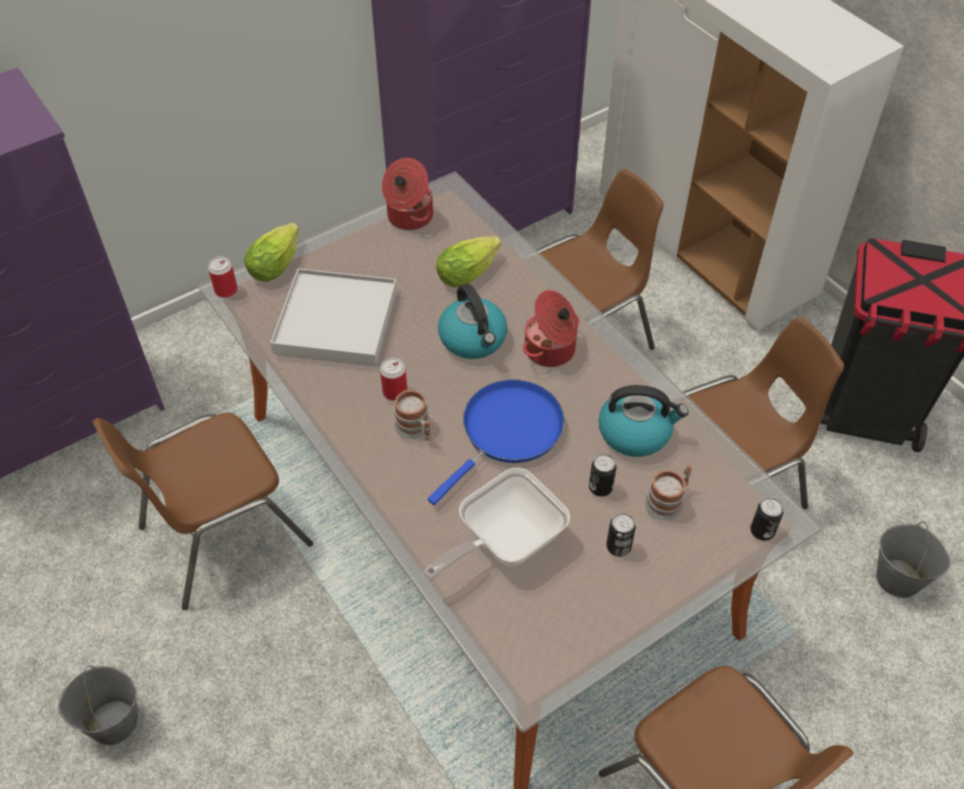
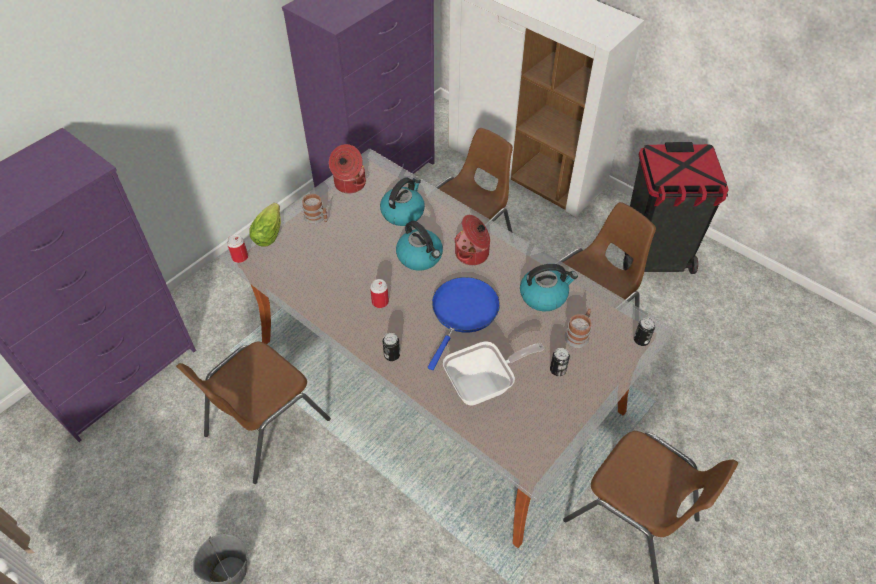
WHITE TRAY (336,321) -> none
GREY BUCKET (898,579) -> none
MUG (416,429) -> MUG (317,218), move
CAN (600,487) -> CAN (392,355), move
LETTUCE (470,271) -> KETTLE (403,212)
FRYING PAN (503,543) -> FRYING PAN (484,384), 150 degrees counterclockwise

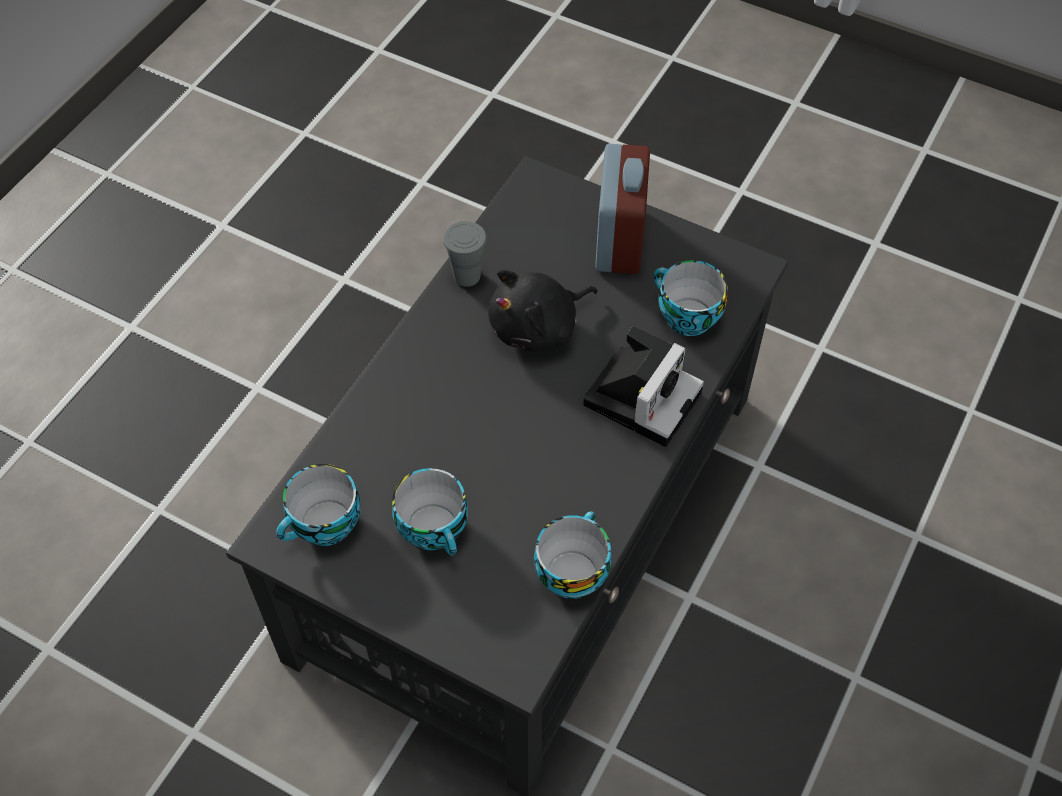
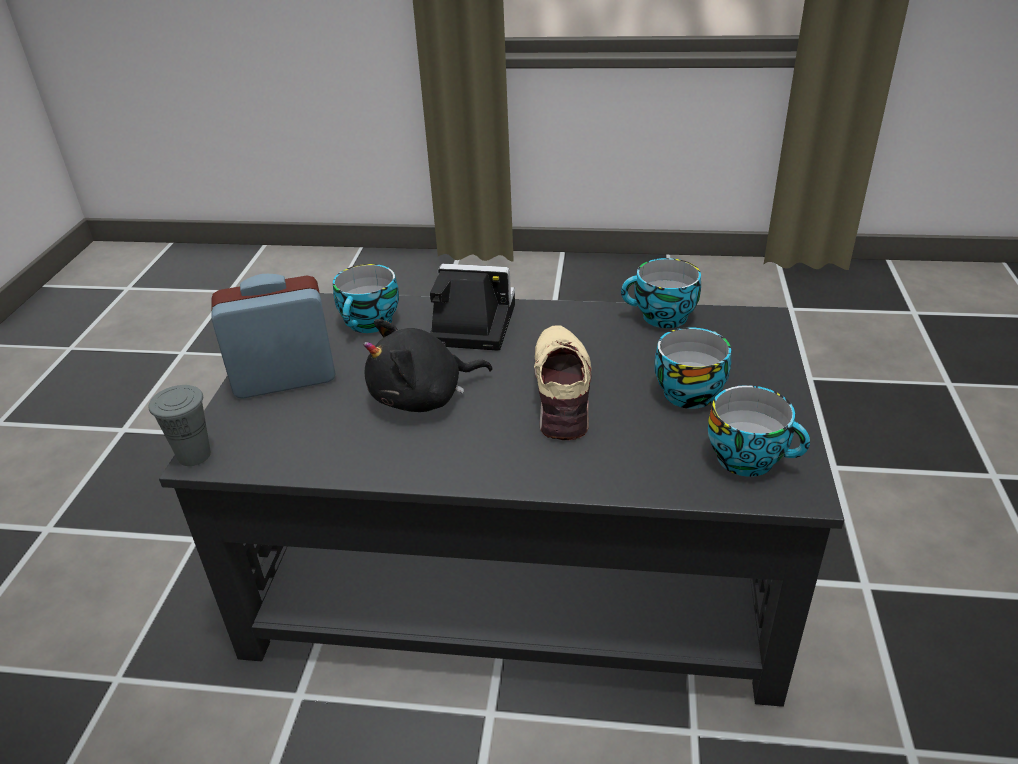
none -> BEIGE SHOE (563,392)
GREY CUP (467,276) -> GREY CUP (194,455), move
BLACK PLUSH TOY (538,327) -> BLACK PLUSH TOY (423,397), 120 degrees clockwise

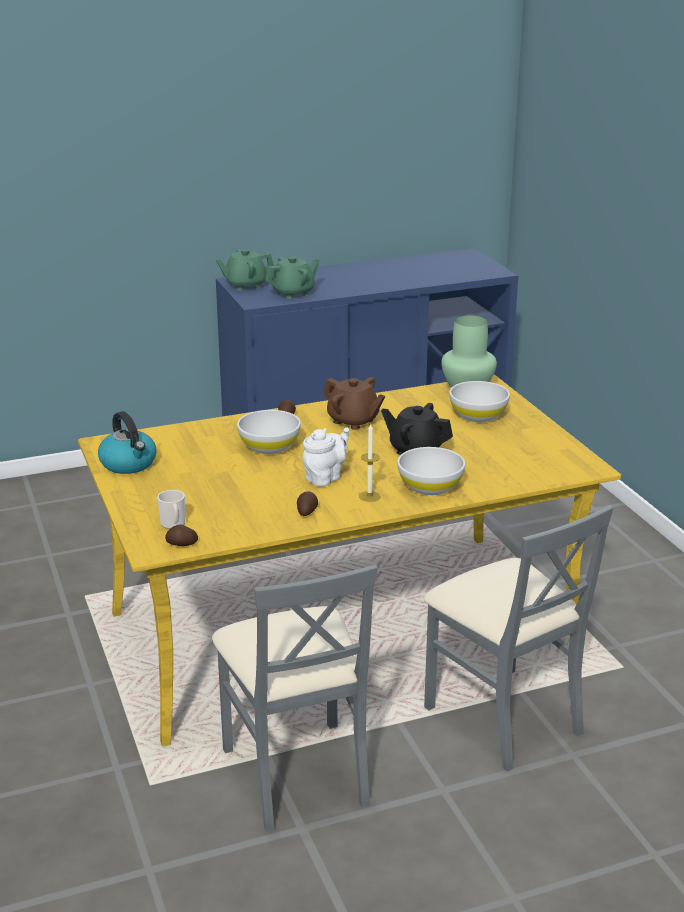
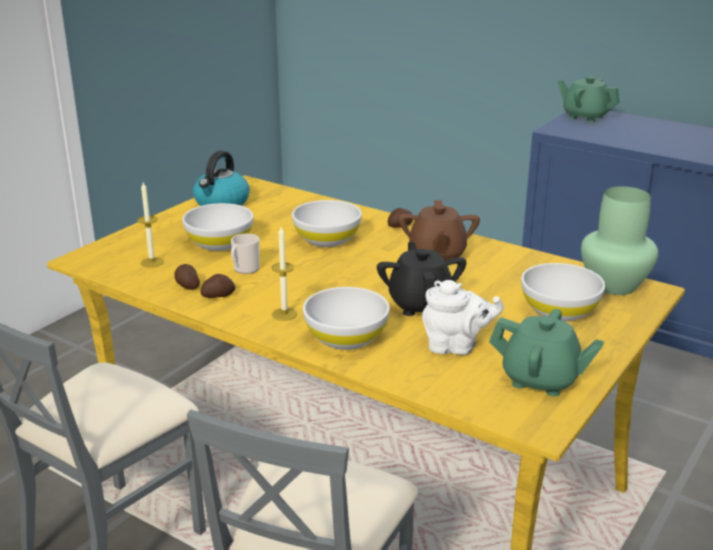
none -> CANDLE (152,262)
none -> WHITE BOWL (219,243)
MUG (173,525) -> MUG (244,269), move
POTATO (182,544) -> POTATO (187,286), move
GREEN TEAPOT (293,293) -> GREEN TEAPOT (541,380), move
WHITE TEAPOT (325,477) -> WHITE TEAPOT (456,347), move

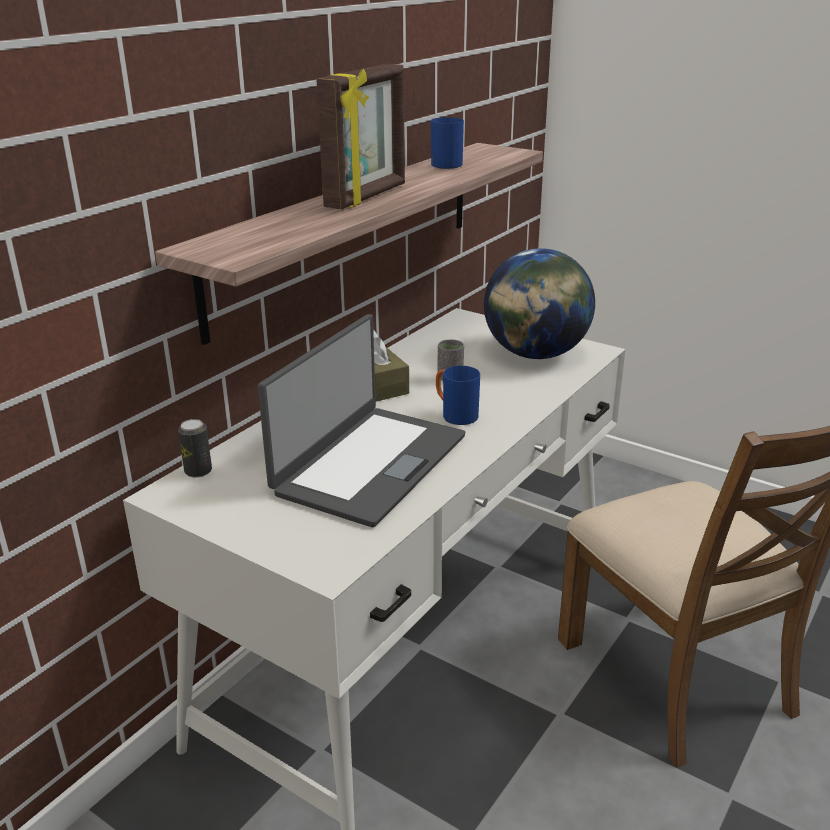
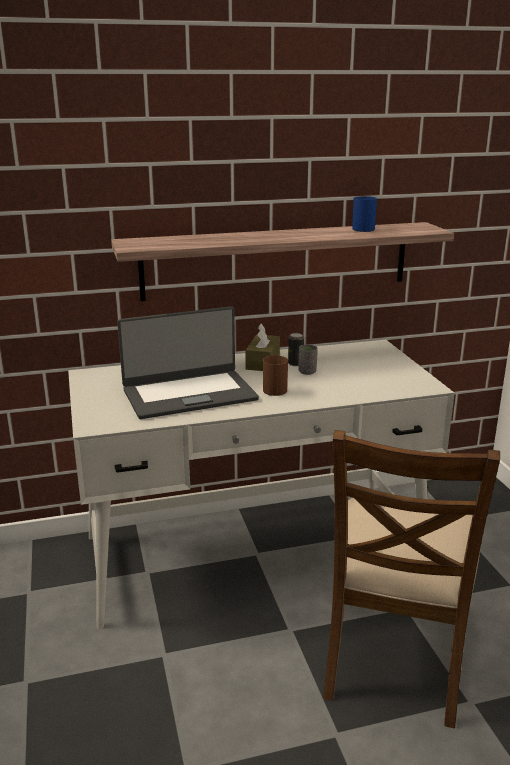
PICTURE FRAME (367,196) -> none
GLOBE (535,354) -> none
CAN (198,471) -> CAN (295,364), move
BLUE MUG (454,415) -> BROWN MUG (274,389)

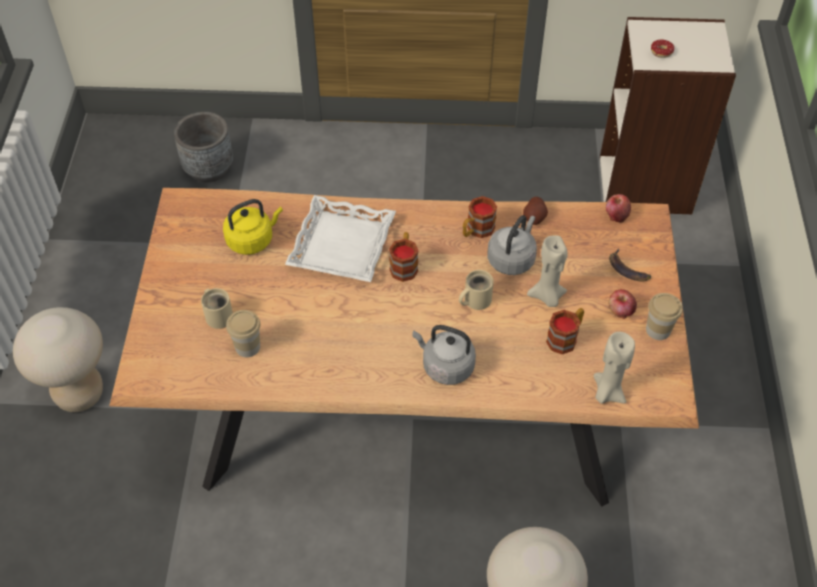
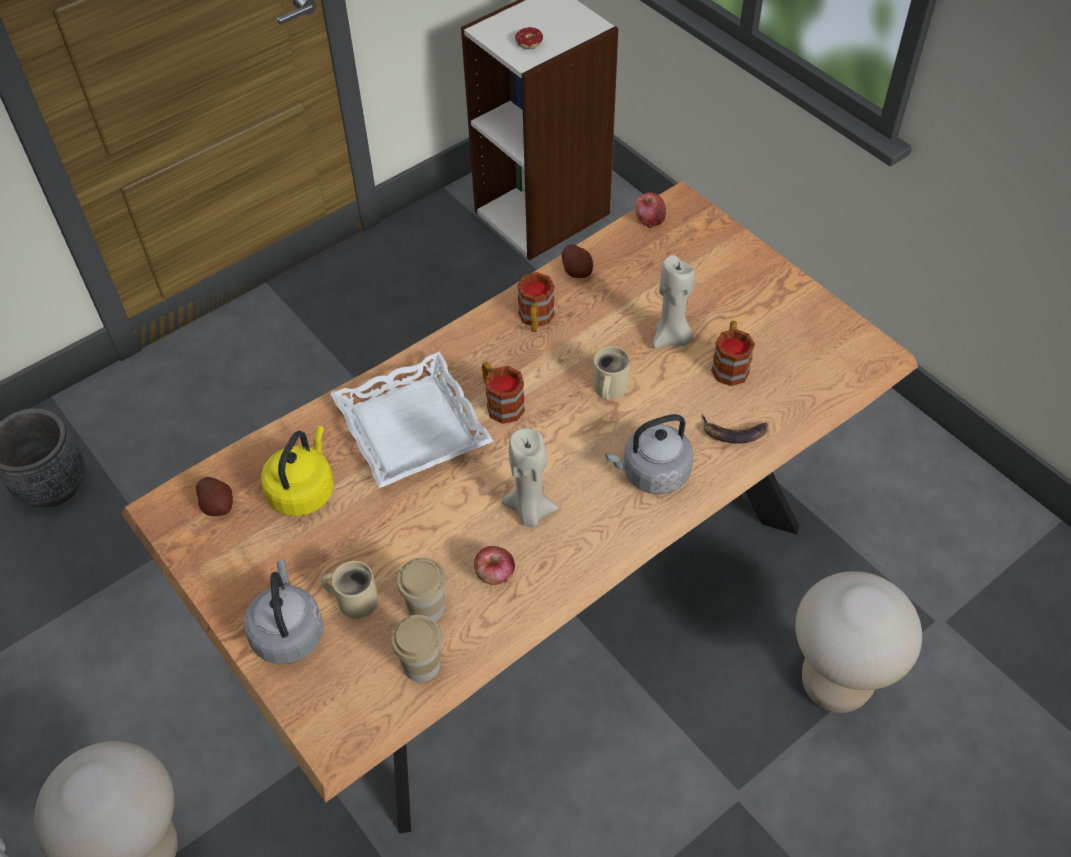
none -> POTATO (217,505)
GREY KETTLE (512,259) -> GREY KETTLE (288,632), move
BEIGE CANDLE (607,392) -> BEIGE CANDLE (529,511), move
APPLE (620,311) -> APPLE (495,574), move
BANANA (627,269) -> BANANA (734,432), move
CUP (658,330) -> CUP (421,665), move

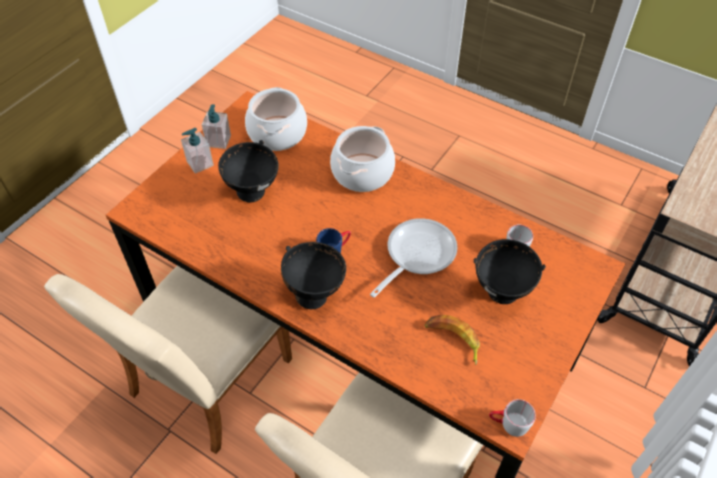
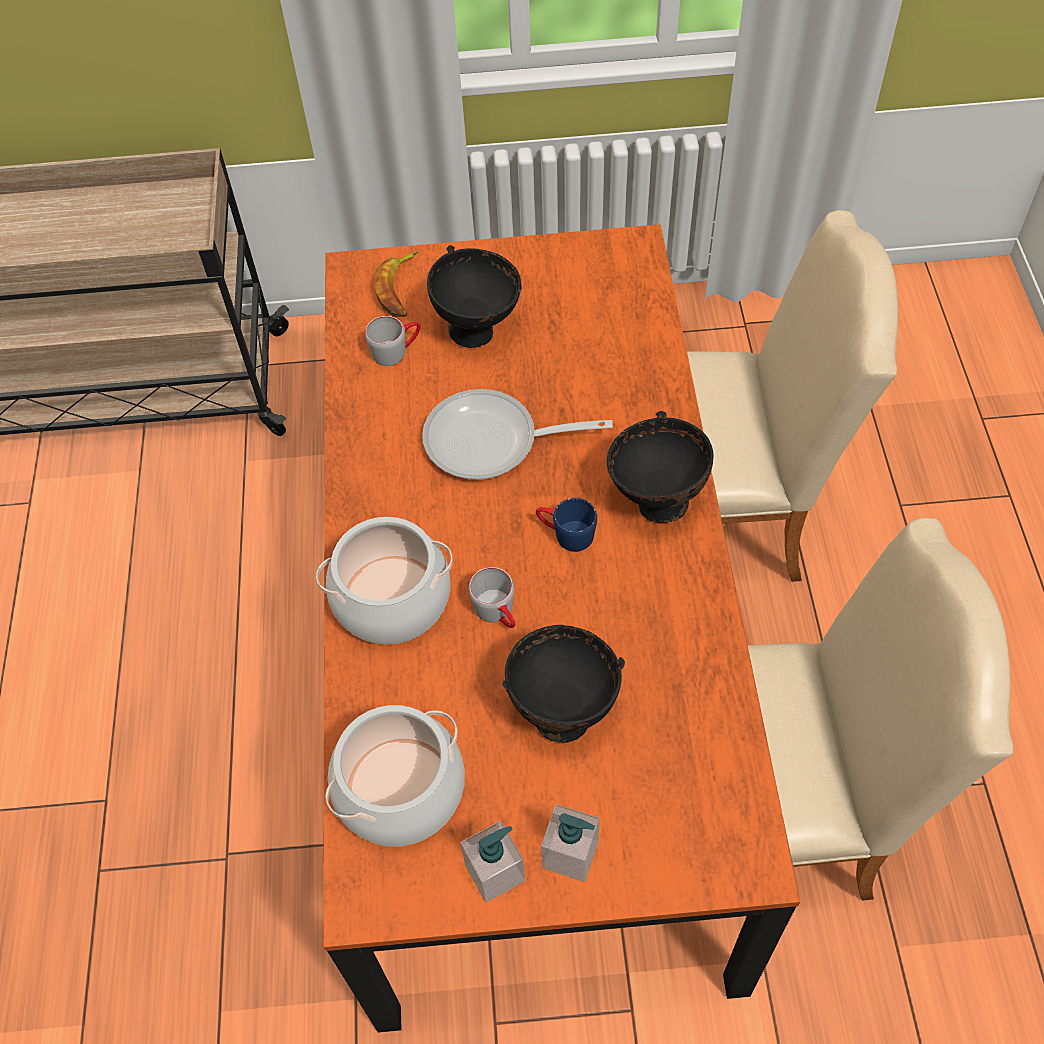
BANANA (453,340) -> BANANA (399,289), move
GREY MUG (508,424) -> GREY MUG (498,613), move

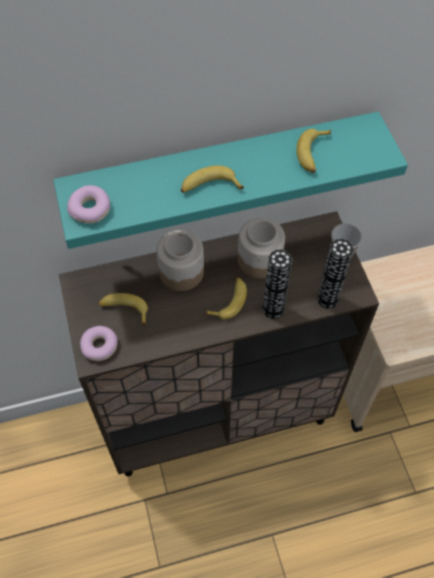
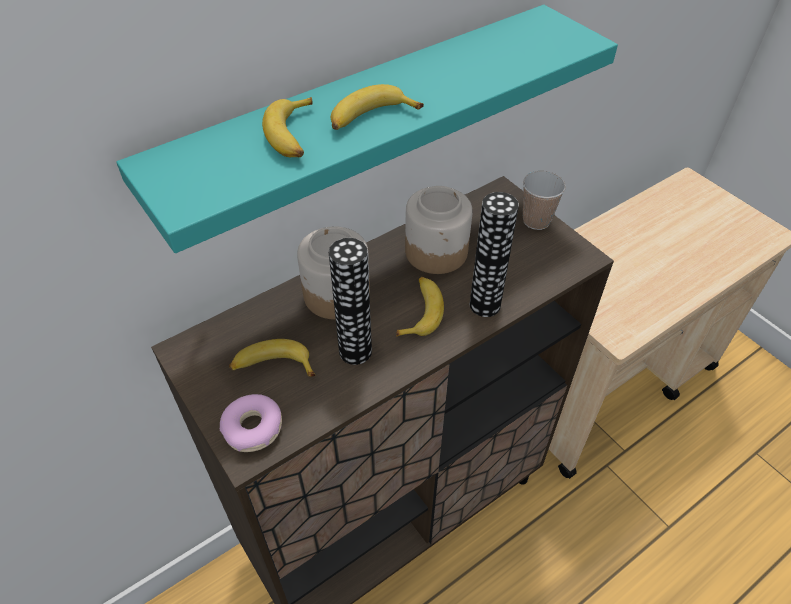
DONUT (90,209) -> none
BANANA (313,154) -> BANANA (293,136), move
VASE (327,299) -> VASE (355,351), move

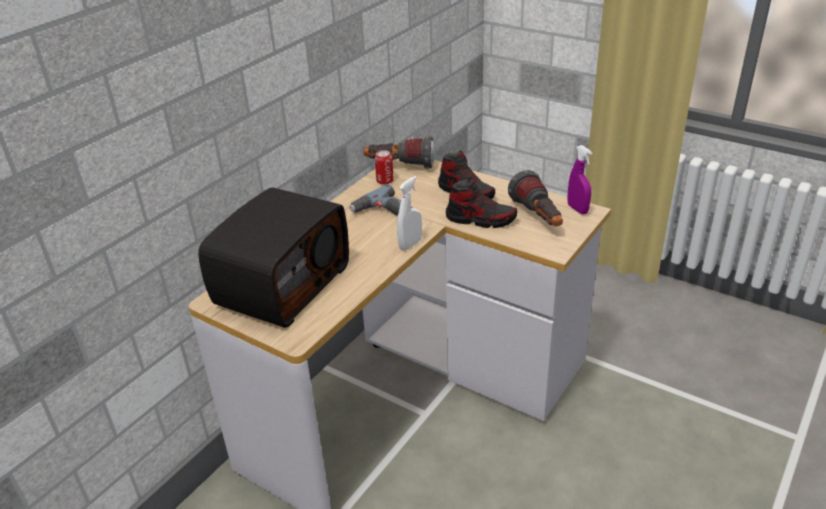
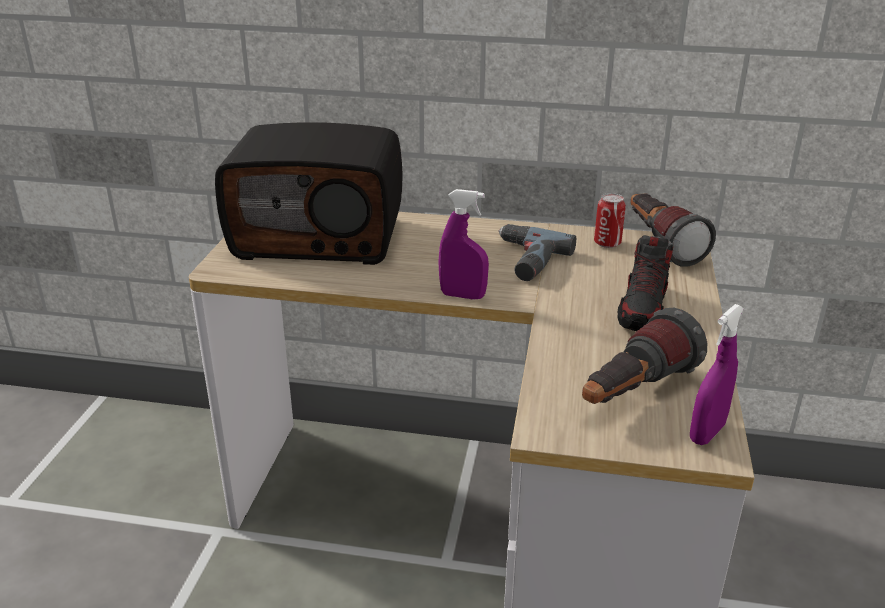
SHOE (480,219) -> none
WHITE SPRAY BOTTLE (410,244) -> PURPLE SPRAY BOTTLE (462,296)

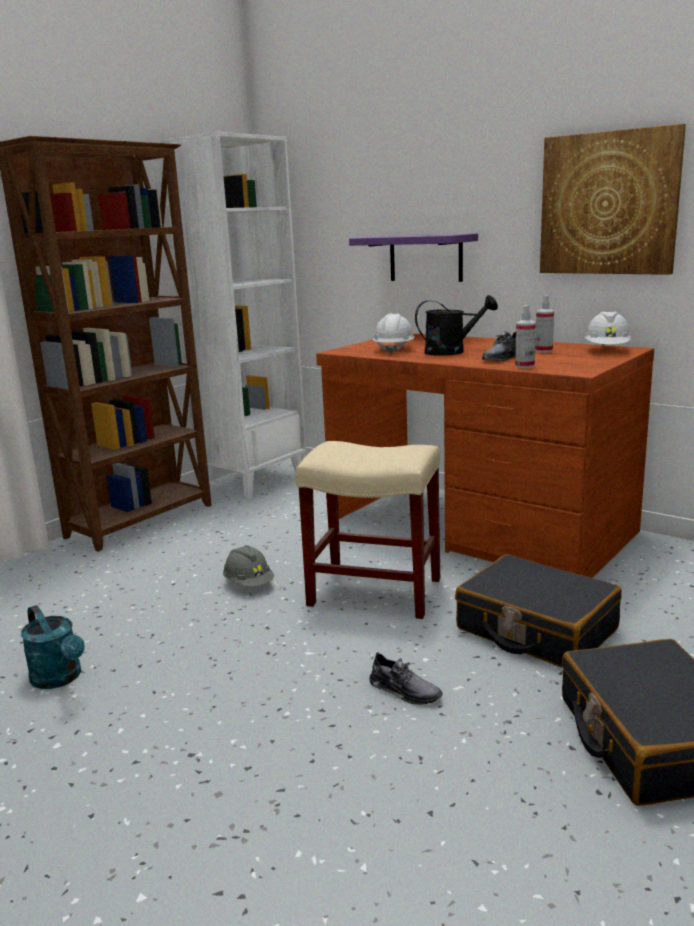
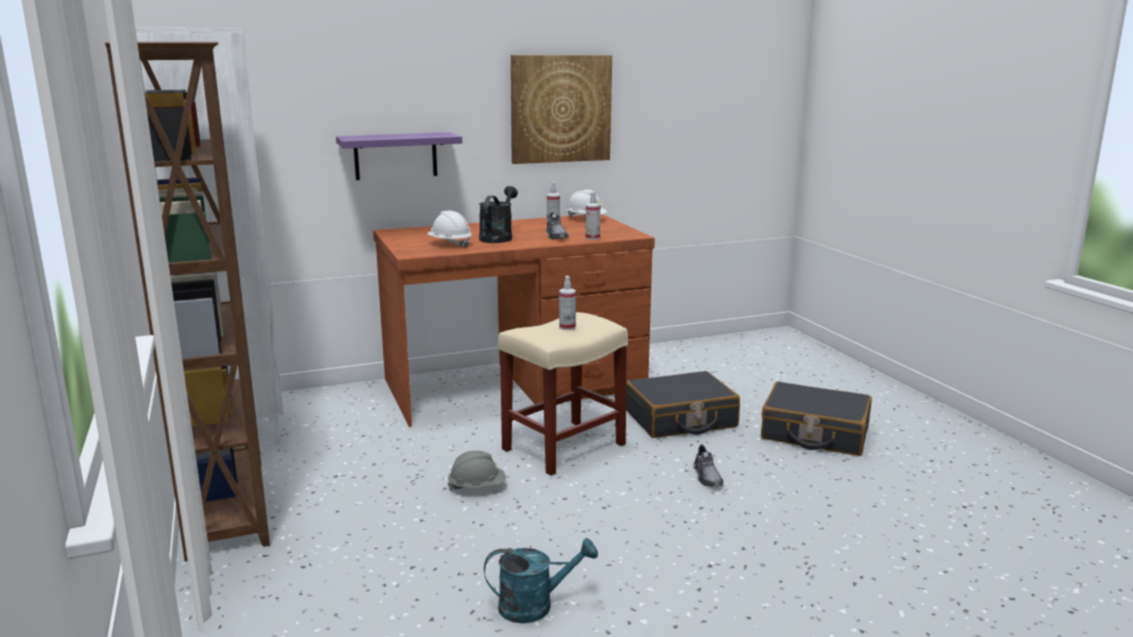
none -> SPRAY BOTTLE (567,327)
GREY SHOE (404,691) -> GREY SHOE (707,476), 105 degrees clockwise

